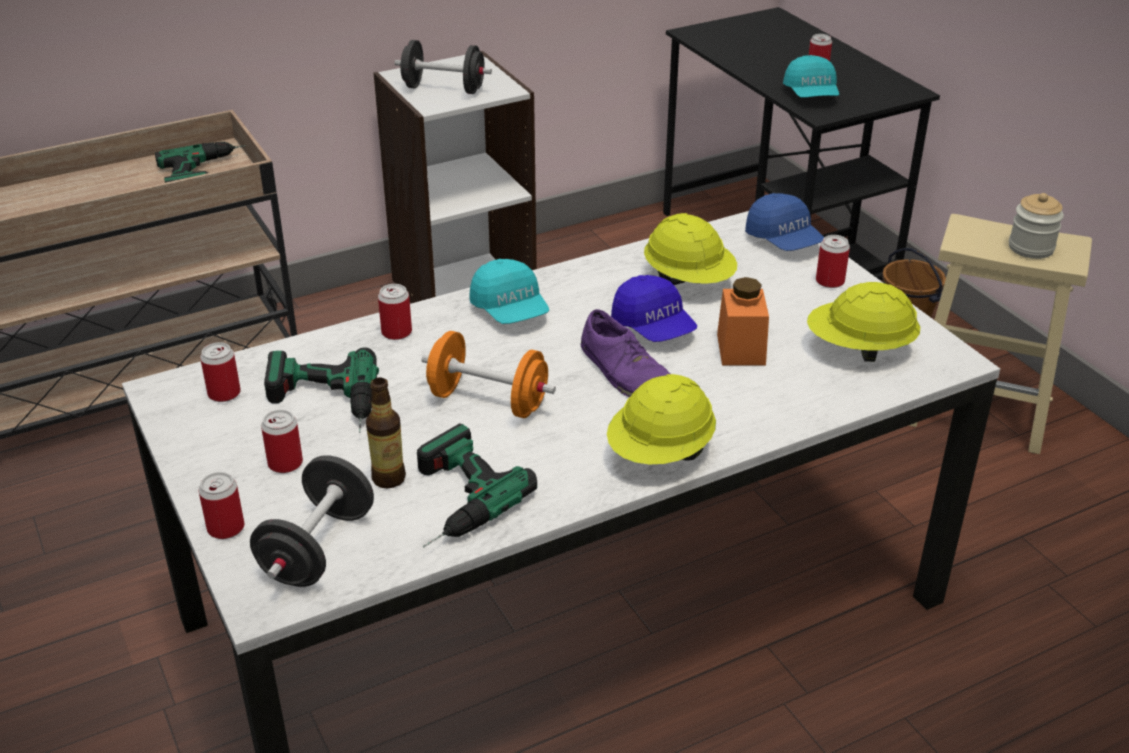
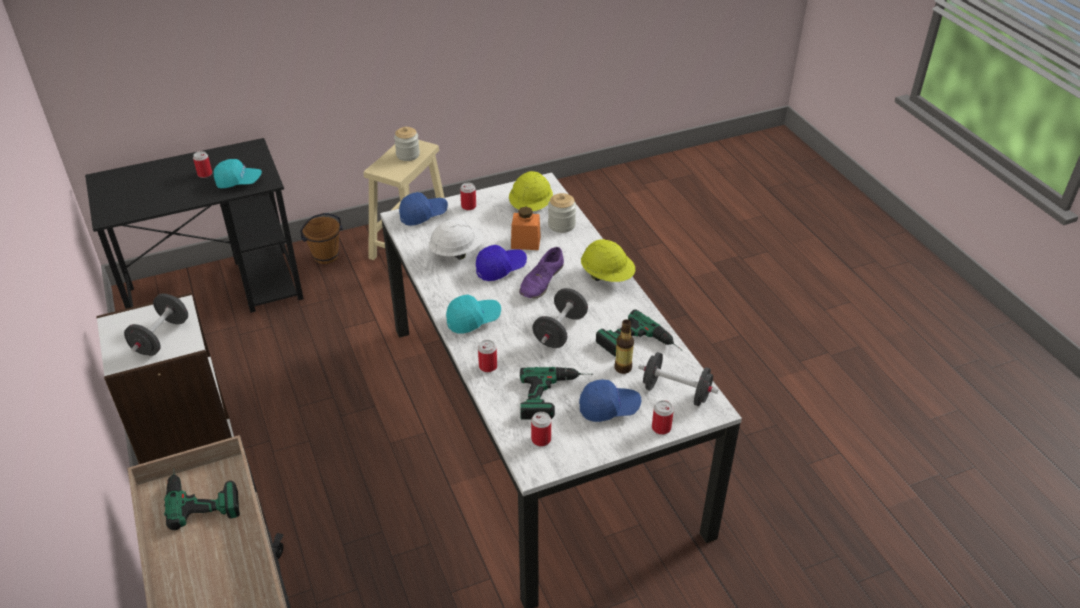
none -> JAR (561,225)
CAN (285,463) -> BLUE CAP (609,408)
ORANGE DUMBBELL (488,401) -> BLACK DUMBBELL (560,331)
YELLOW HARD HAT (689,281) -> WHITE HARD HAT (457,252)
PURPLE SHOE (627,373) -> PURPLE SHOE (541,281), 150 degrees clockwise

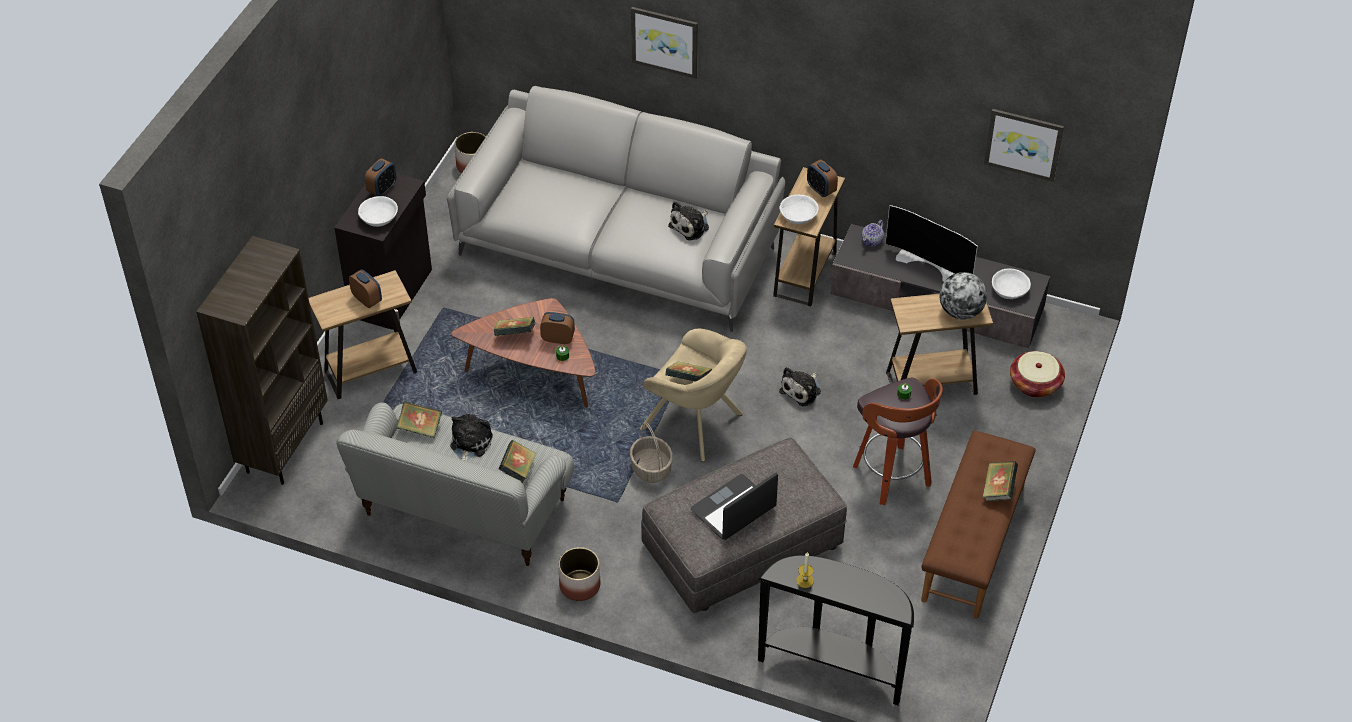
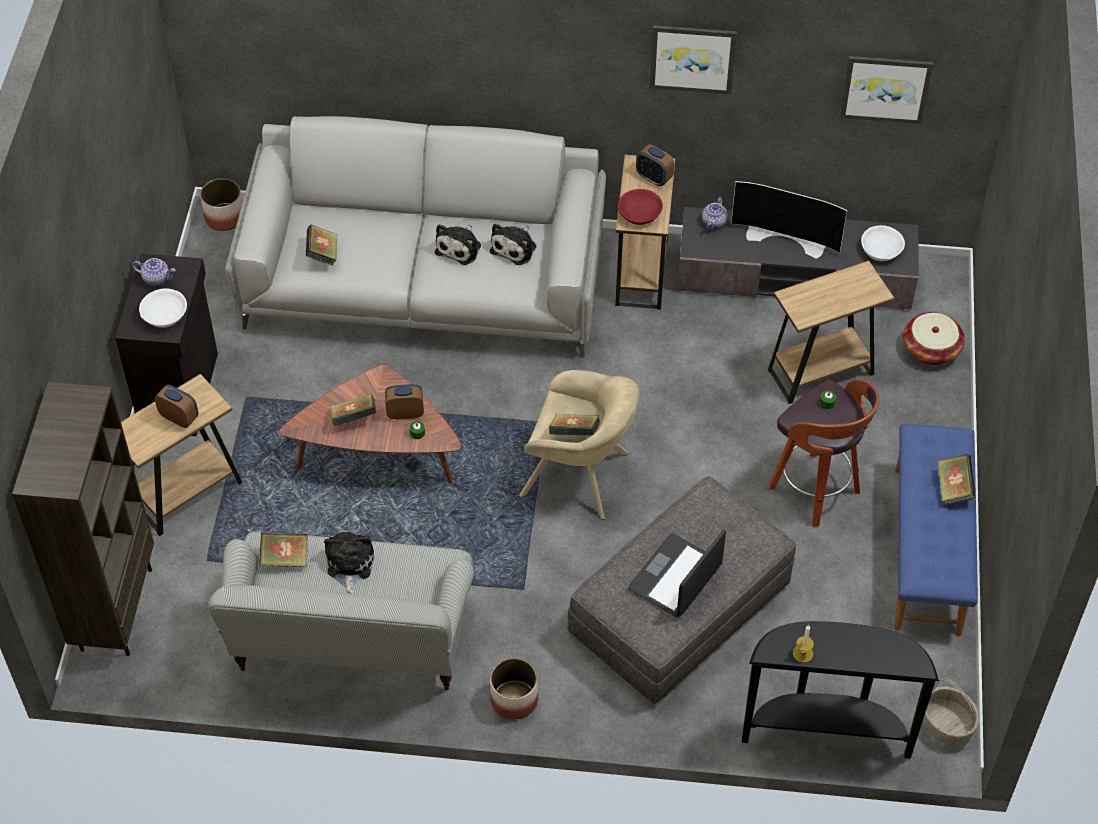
GLOBE (961,312) -> none
BOOK (518,469) -> BOOK (323,254), move
BASKET (652,469) -> BASKET (947,725), move
PICTURE (665,41) -> PICTURE (692,58), move
PLUSH TOY (802,390) -> PLUSH TOY (460,247), move
ALARM CLOCK (382,189) -> TEAPOT (157,278)
WHITE BOWL (798,216) -> RED BOWL (639,214)
BROWN BENCH (974,544) -> BLUE BENCH (928,550)

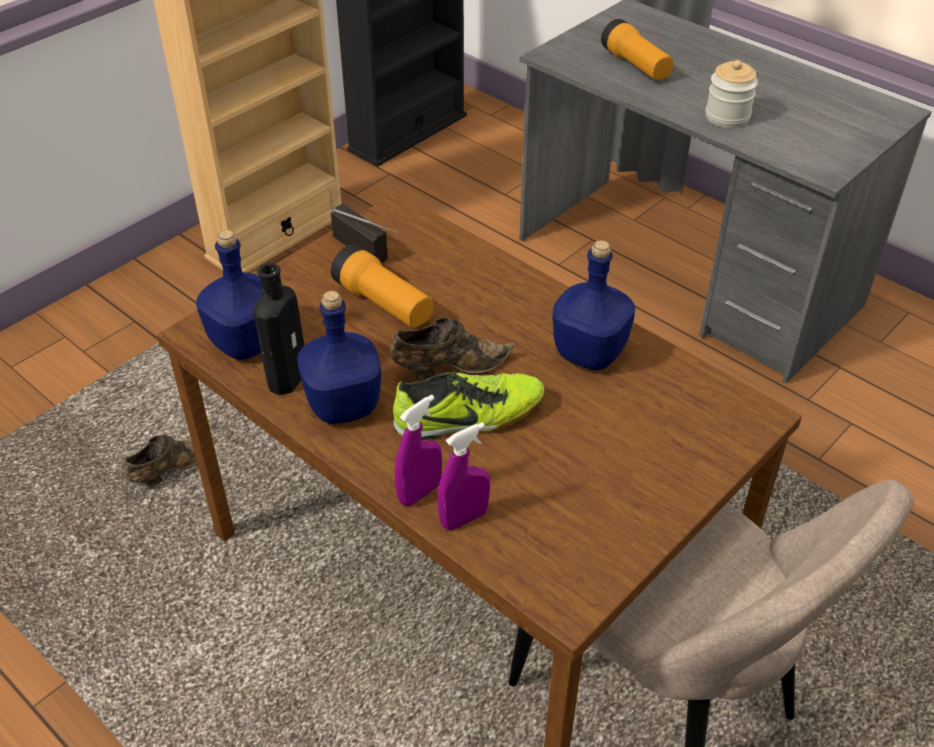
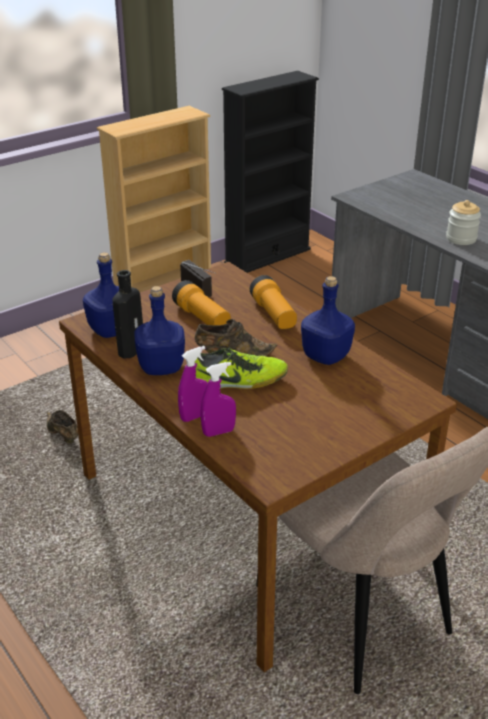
FLASHLIGHT (636,65) -> FLASHLIGHT (273,314), move
BROWN SHOE (169,471) -> BROWN SHOE (63,435), 90 degrees counterclockwise

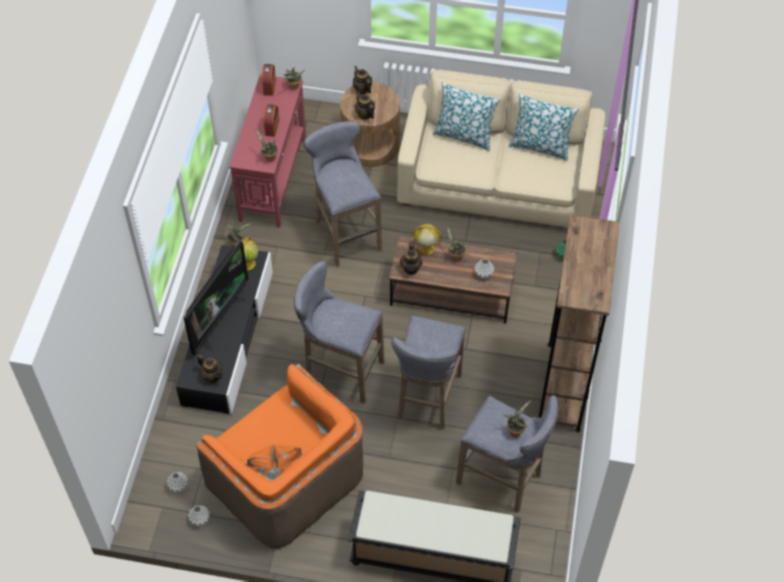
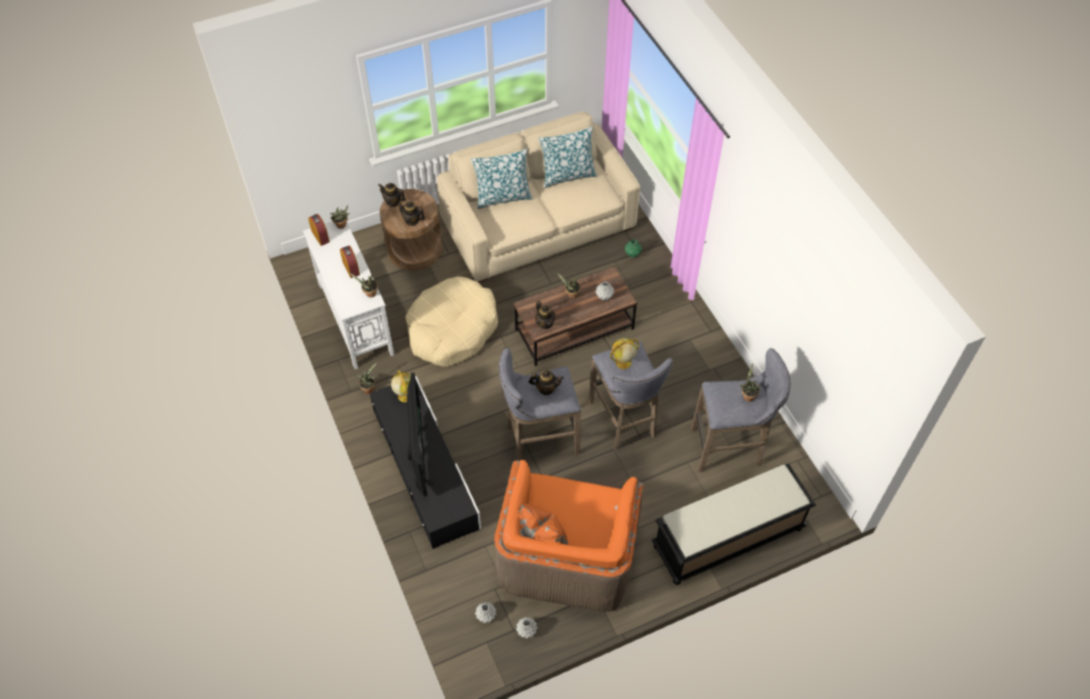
BROWN BOOKCASE (563,386) -> none
TEAPOT (212,376) -> TEAPOT (546,388), move
GLOBE (426,248) -> GLOBE (623,362), move
GREY STOOL (345,233) -> BEIGE DOG BED (452,329)
RED CONSOLE TABLE (273,178) -> WHITE CONSOLE TABLE (355,318)
ORANGE ARMCHAIR (285,478) -> ORANGE ARMCHAIR (567,553), 90 degrees clockwise

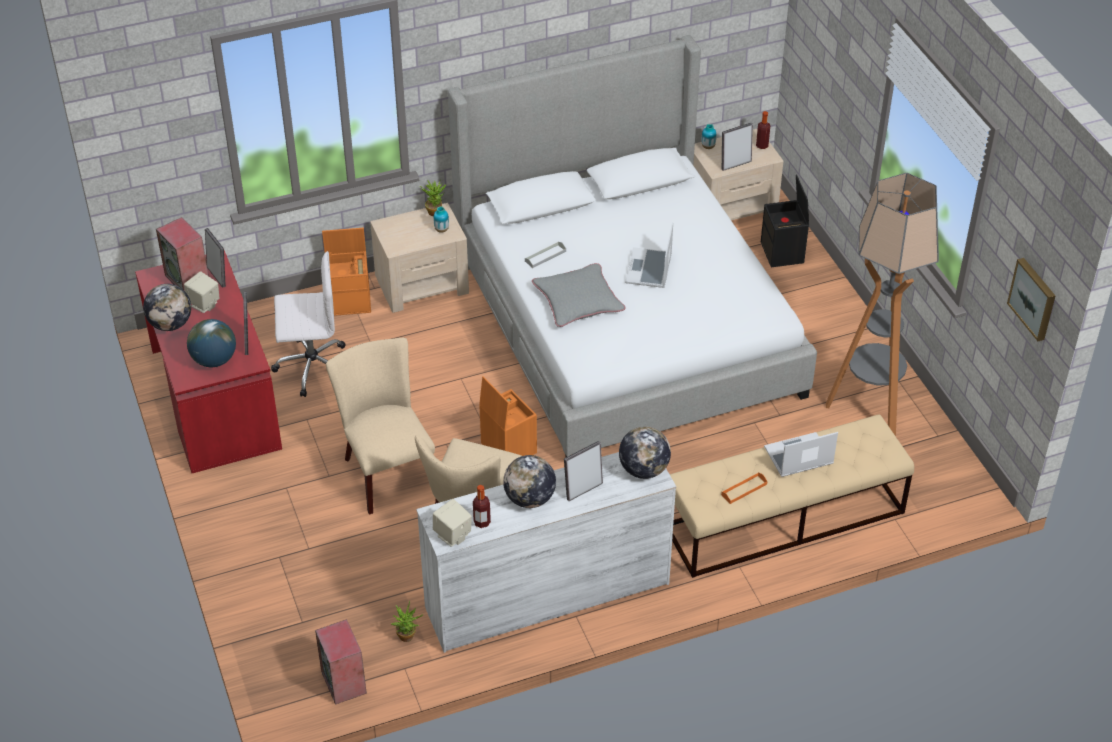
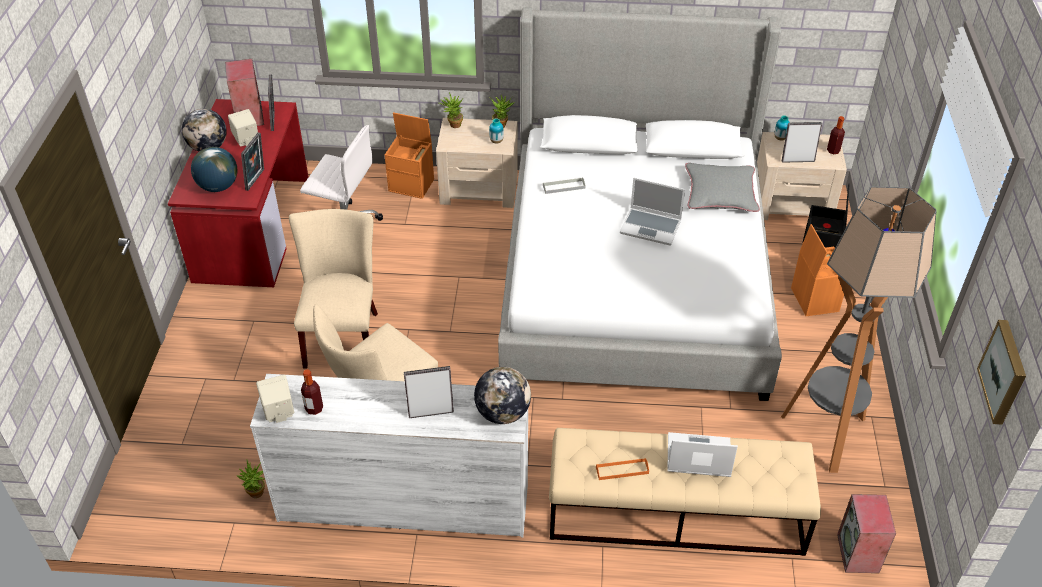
GLOBE (529,499) -> none
none -> POTTED PLANT (453,125)
SPEAKER (344,683) -> SPEAKER (858,554), move
ORANGE STORAGE BOX (507,447) -> ORANGE STORAGE BOX (813,299), move
GREY PILLOW (578,301) -> GREY PILLOW (720,193), move
LAPTOP (649,270) -> LAPTOP (651,227), 105 degrees counterclockwise

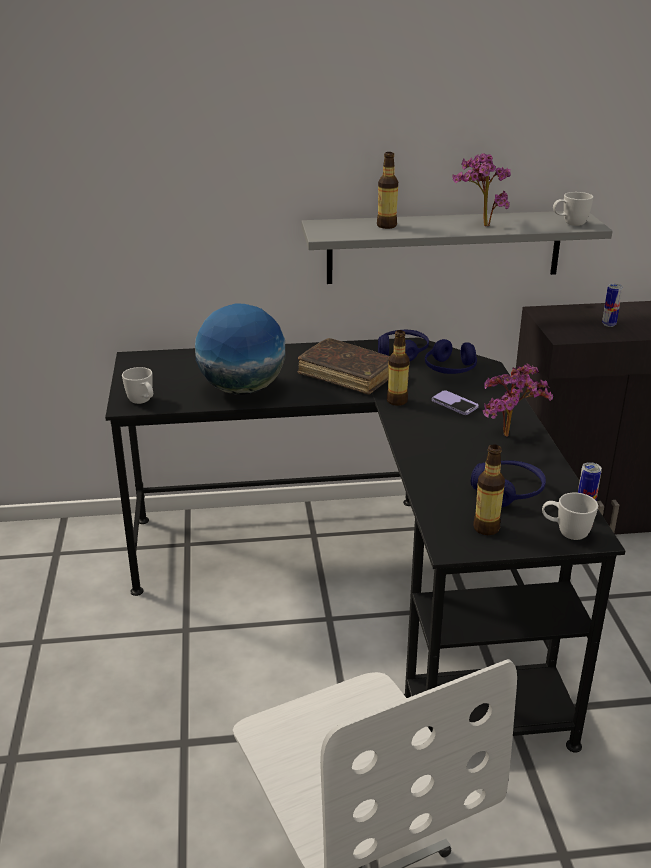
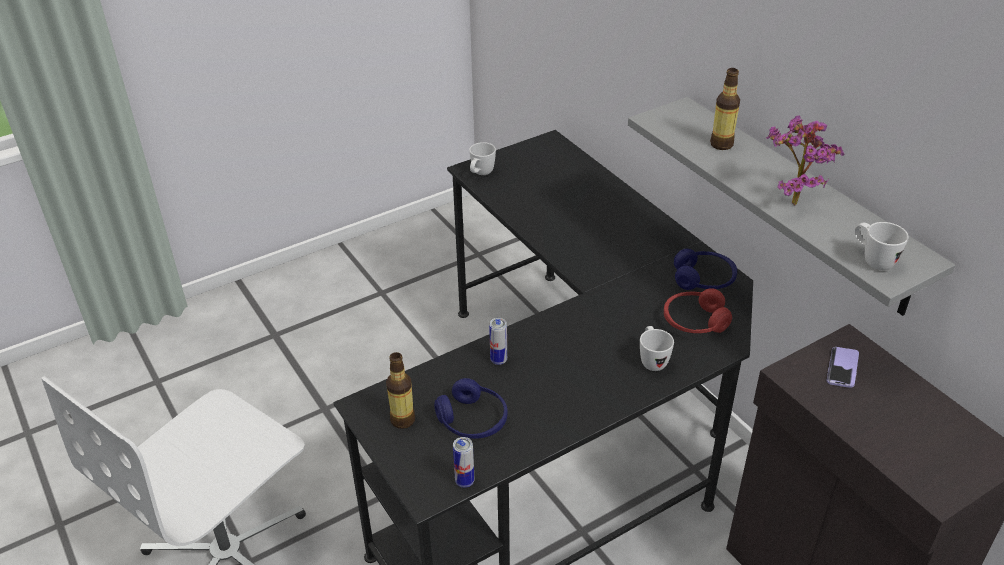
GLOBE (242,389) -> none
BROWN BOOK (348,375) -> none
BOTTLE (397,401) -> none
POTTED PLANT (510,438) -> none
PHONE (454,404) -> PHONE (842,368), move
WHITE MUG (565,533) -> WHITE MUG (652,360), move
CAN (609,324) -> CAN (498,360), move
BLUE HEADPHONES (450,369) -> RED HEADPHONES (694,321)

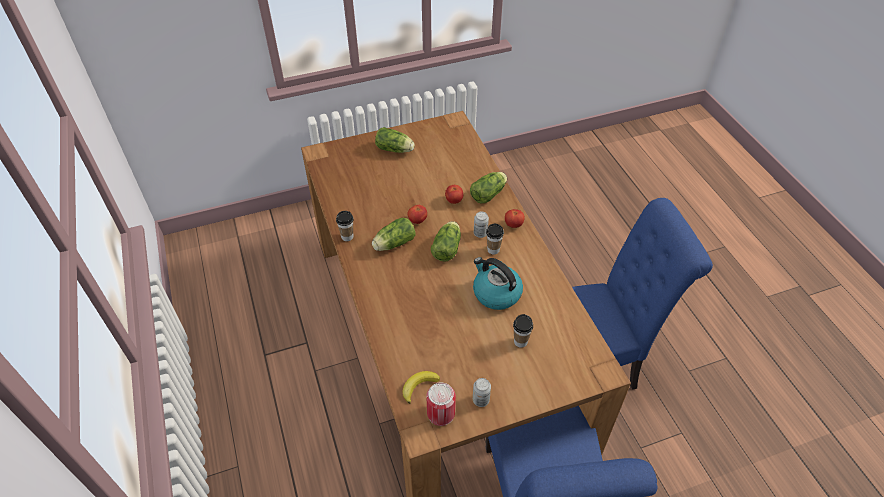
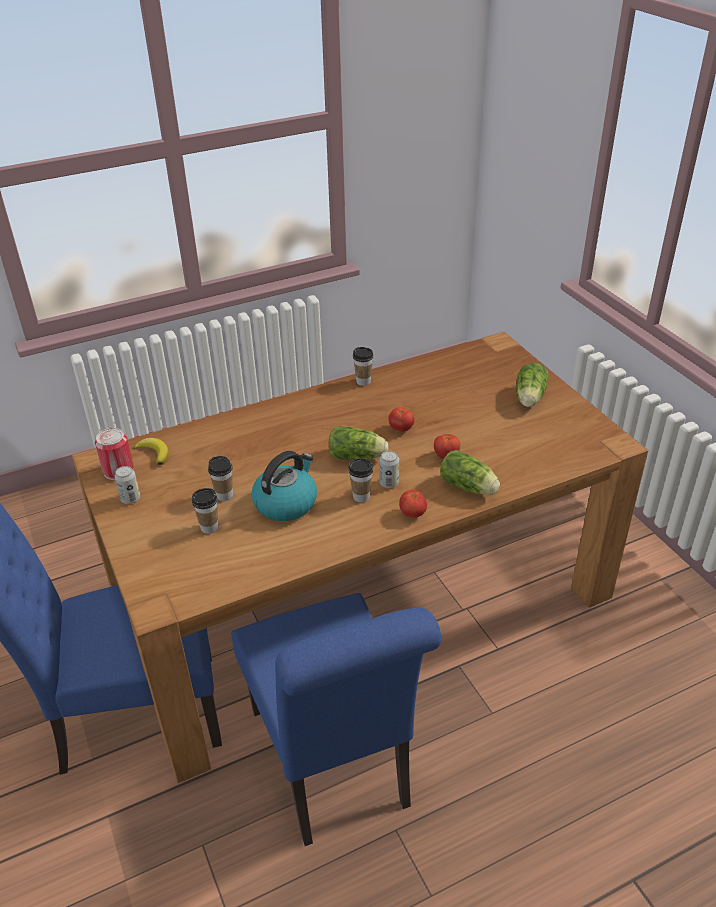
LETTUCE (393,244) -> none
none -> CUP (224,495)

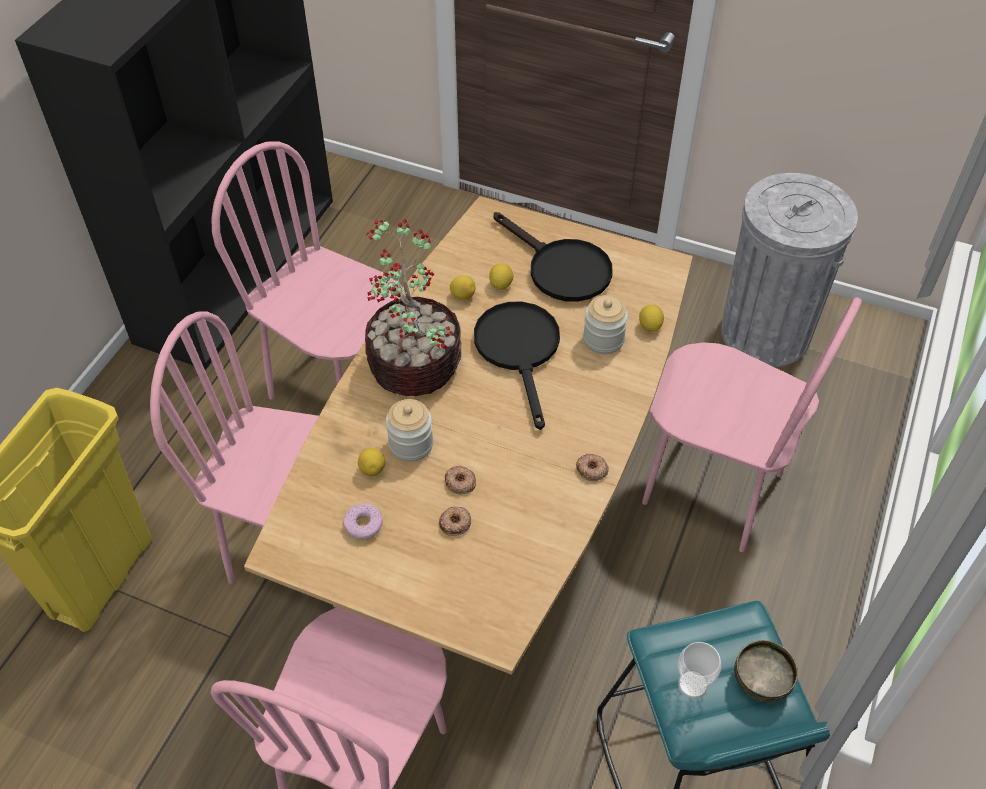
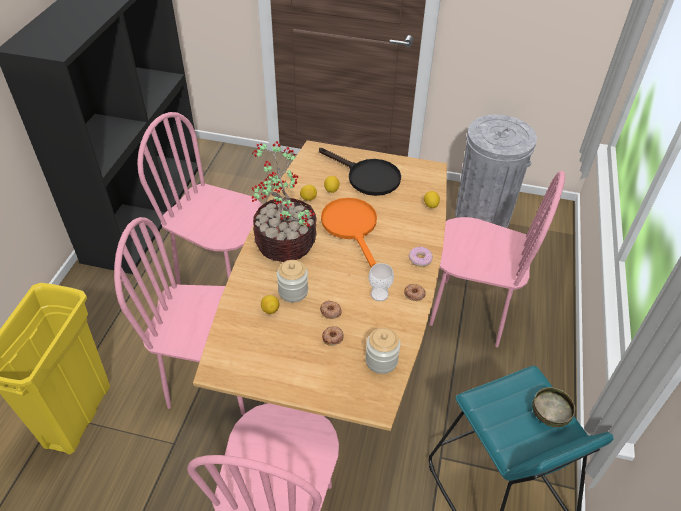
DONUT (363,525) -> DONUT (420,259), move
JAR (603,339) -> JAR (381,360), move
CUP (693,684) -> CUP (379,294), move
BLACK FRYING PAN (520,351) -> ORANGE FRYING PAN (352,227)

